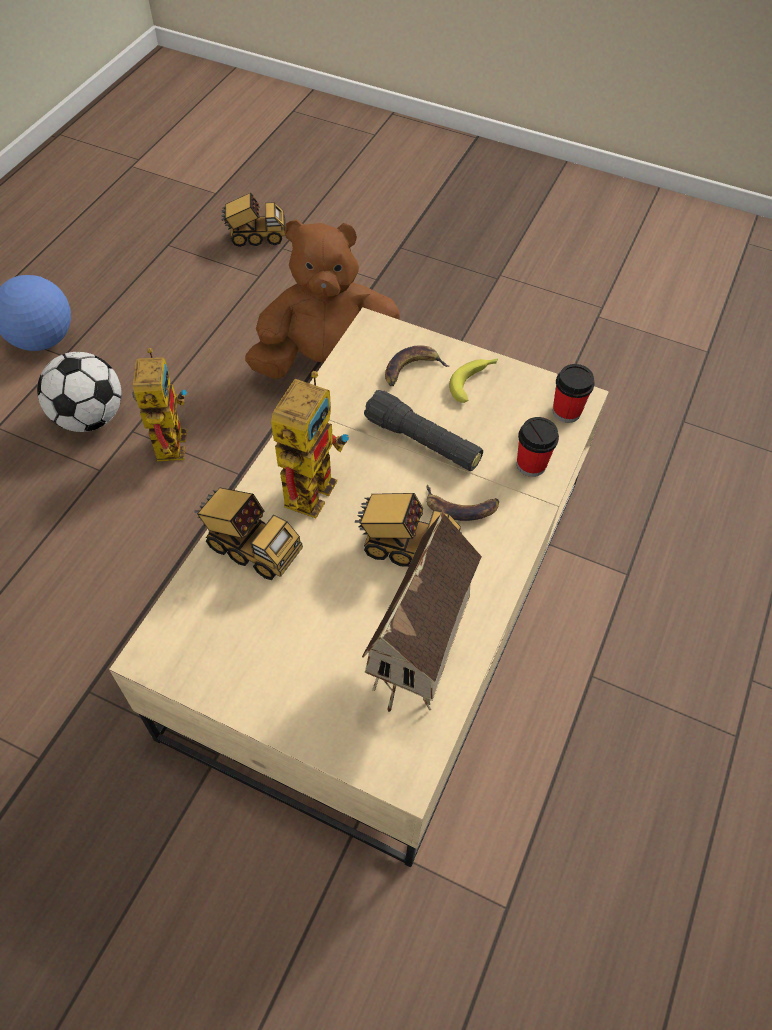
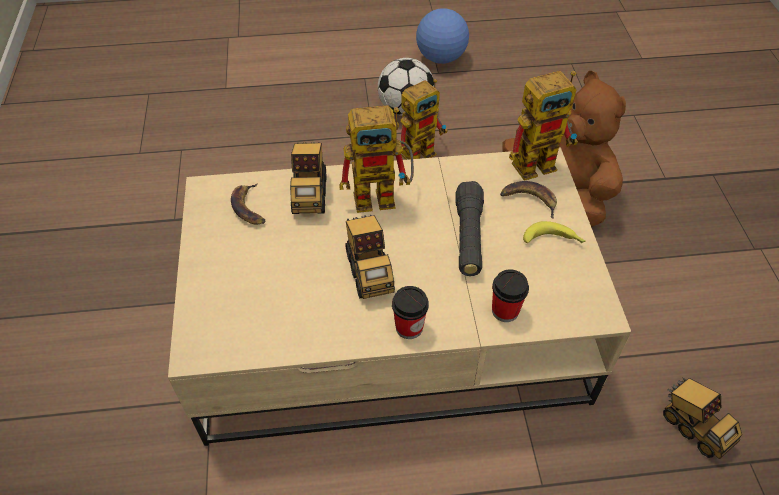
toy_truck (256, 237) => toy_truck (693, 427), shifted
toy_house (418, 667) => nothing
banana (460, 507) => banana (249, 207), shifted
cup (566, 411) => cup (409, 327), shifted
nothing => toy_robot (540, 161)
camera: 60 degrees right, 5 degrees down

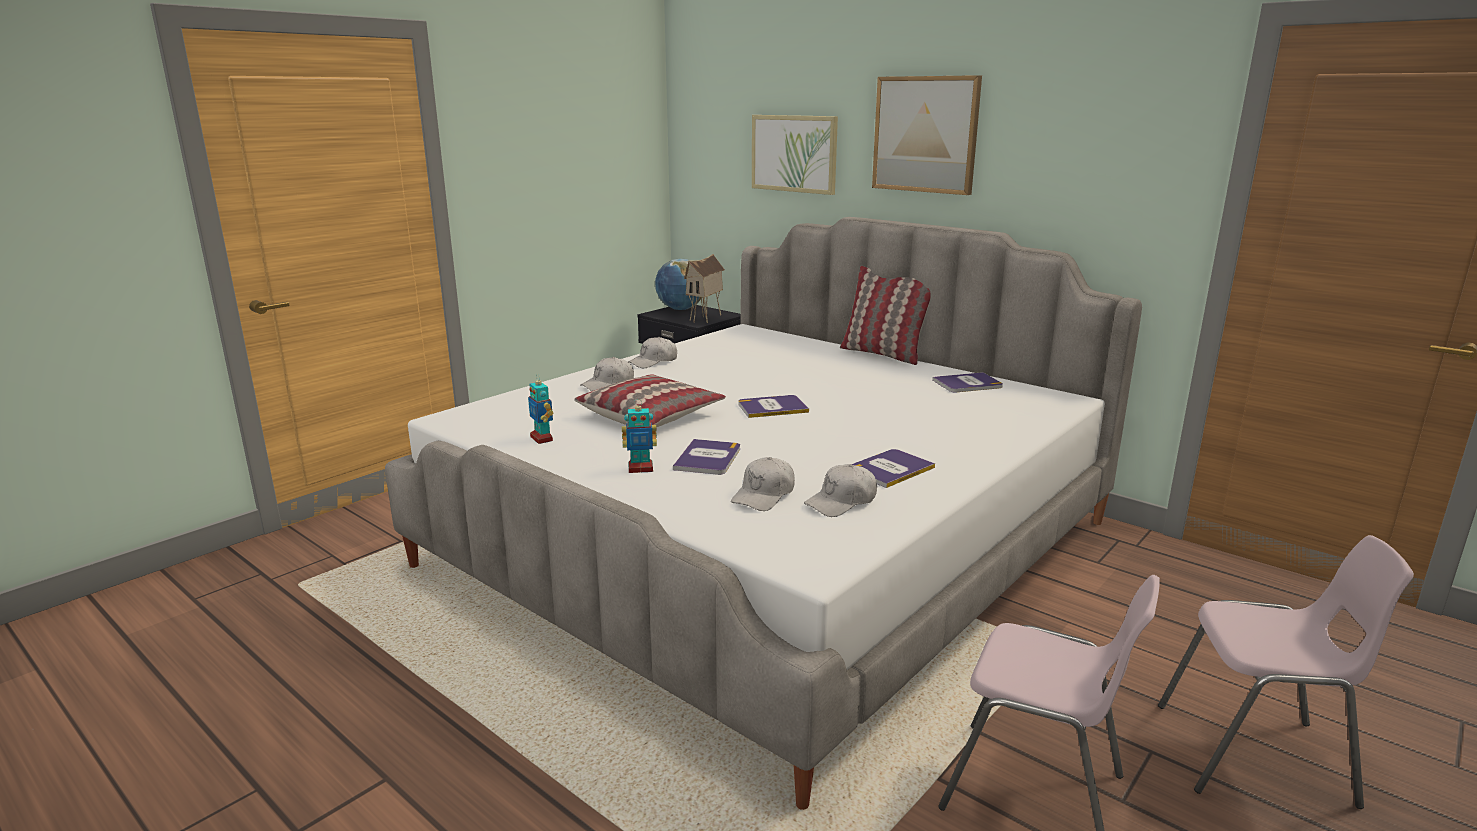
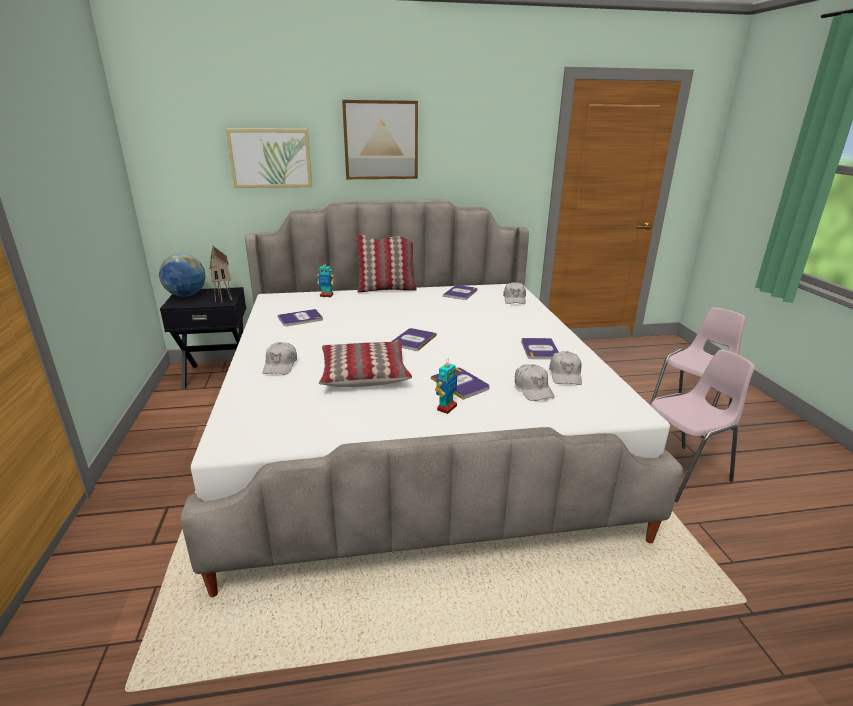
toy_robot (542, 439) => toy_robot (326, 295), shifted
white_cap (653, 362) => white_cap (514, 299), shifted
nothing => book (300, 318)
camera: 50 degrees left, 5 degrees up

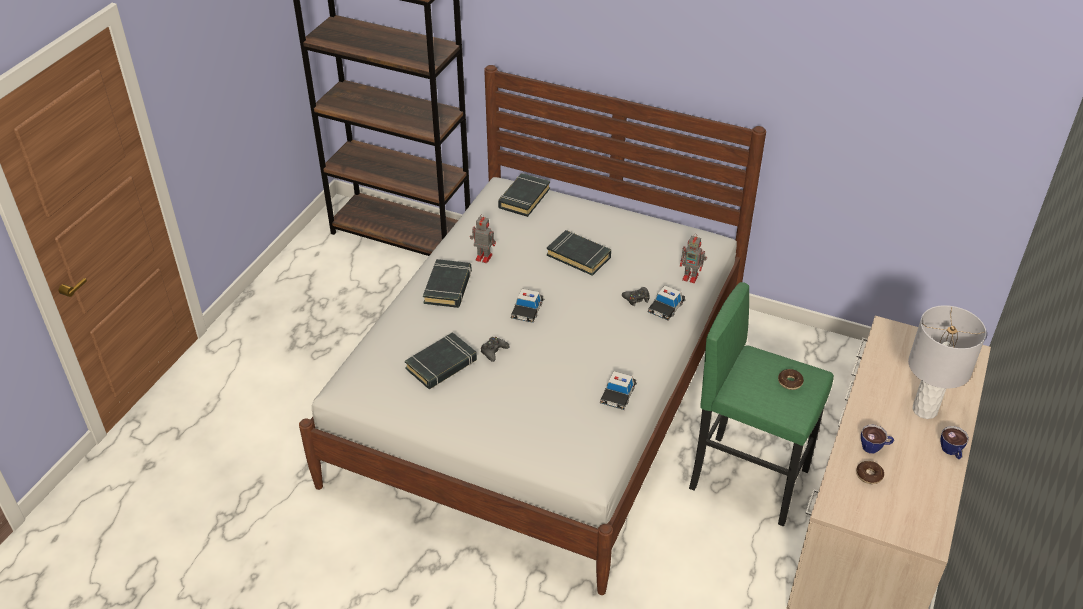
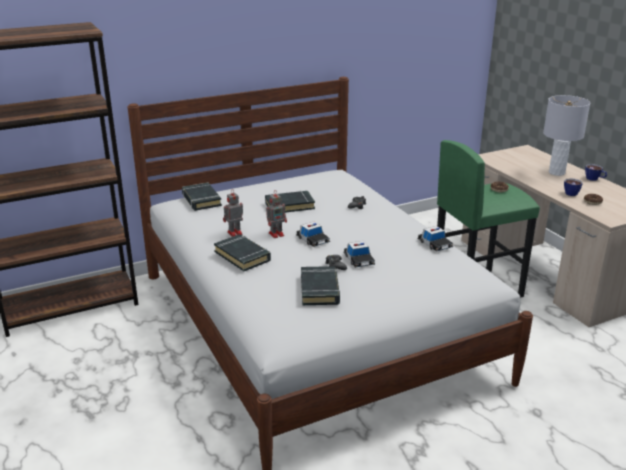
toy_car (666, 307) => toy_car (359, 259), shifted
toy_robot (691, 277) => toy_robot (277, 234), shifted
camera: 50 degrees left, 15 degrees down

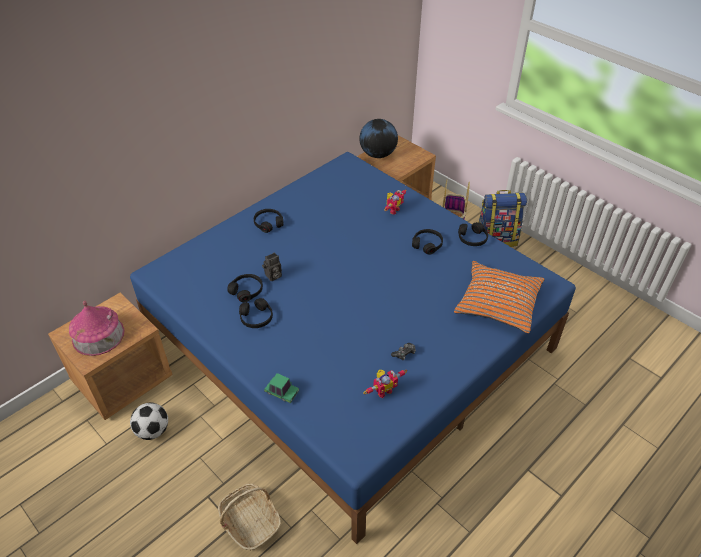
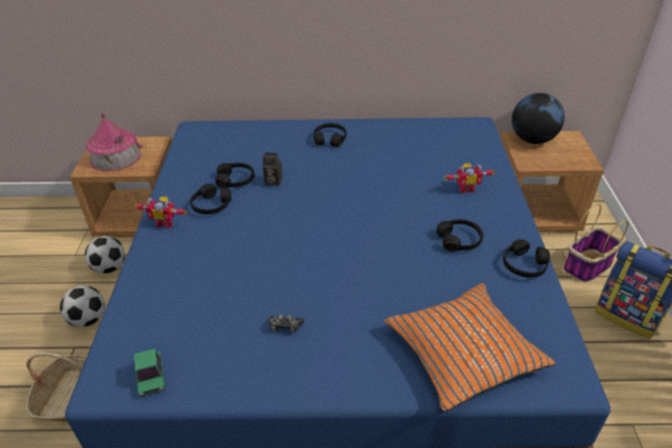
toy_car (281, 392) => toy_car (151, 377), shifted
toy_robot (383, 390) => toy_robot (165, 222), shifted
nothing => football (88, 319)
camera: 45 degrees right, 5 degrees down

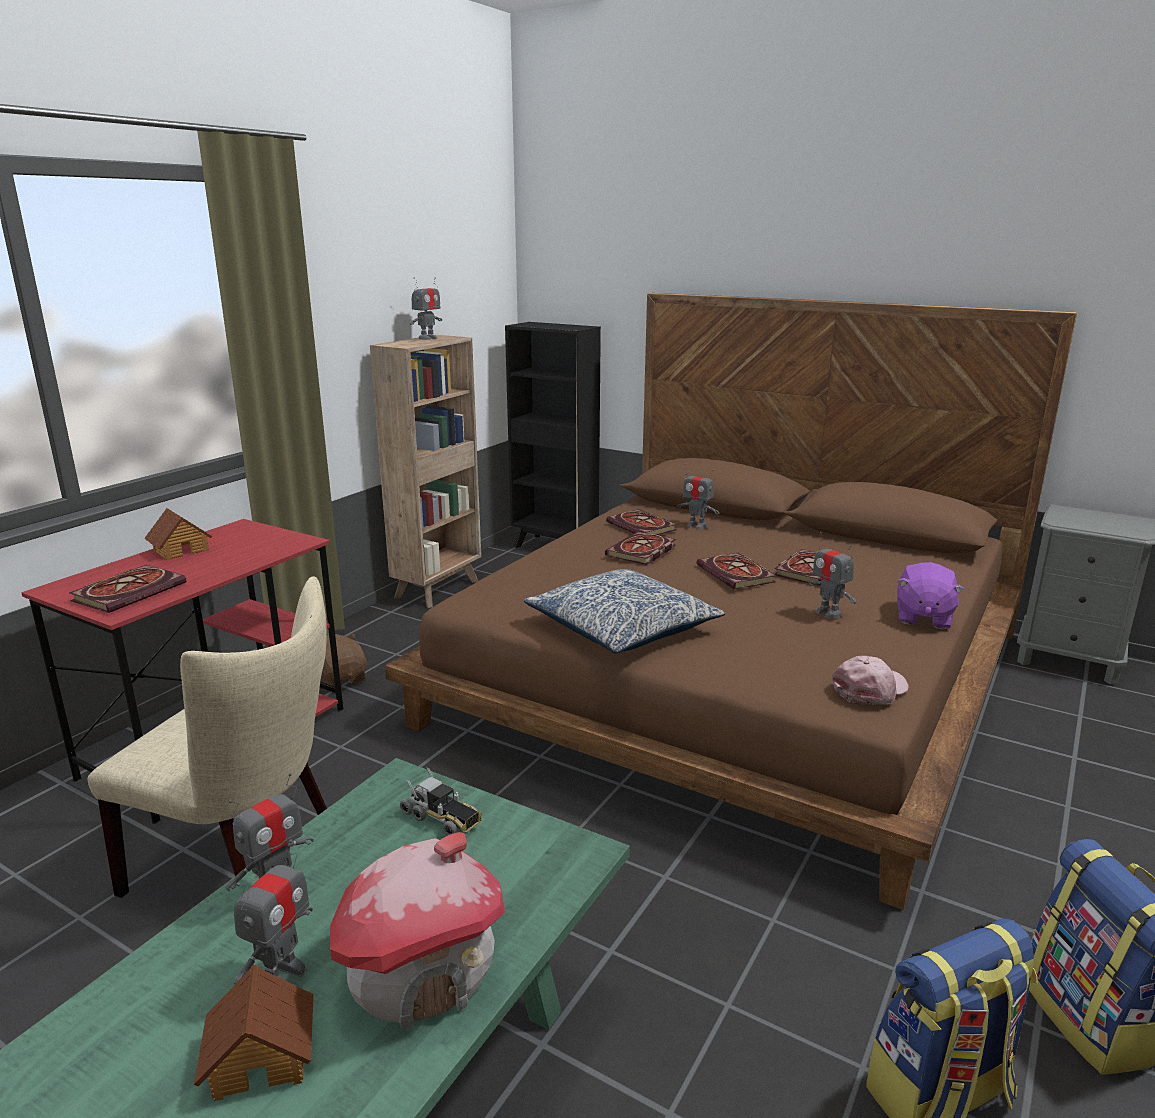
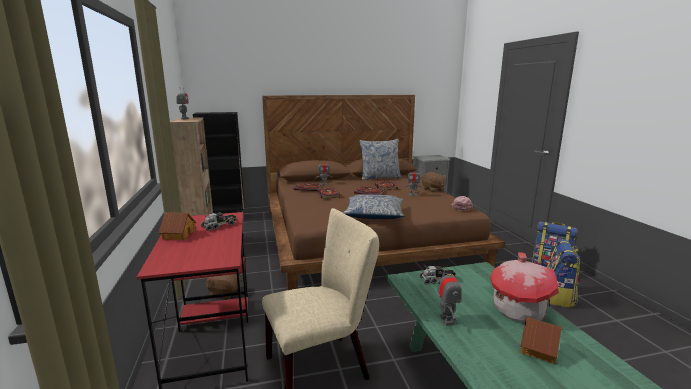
book (130, 591) => nothing
toy_robot (282, 975) => nothing
purple_plush_toy (923, 617) => brown_plush_toy (433, 190)
nothing => toy_truck (219, 226)
nothing => pillow (379, 178)
camera: 45 degrees left, 5 degrees down

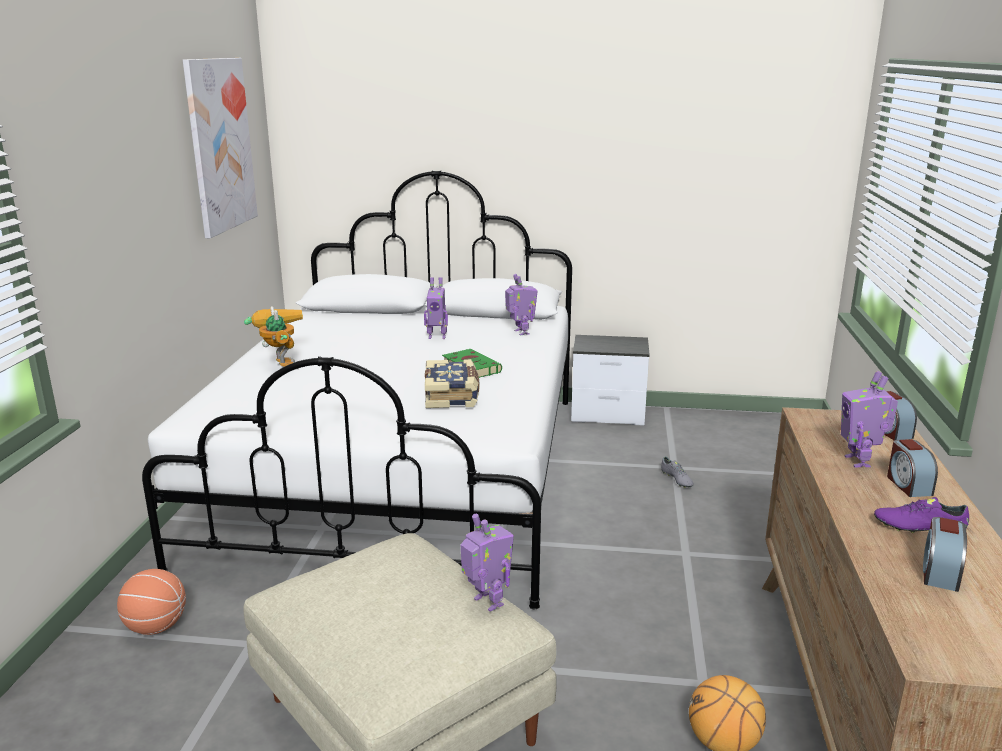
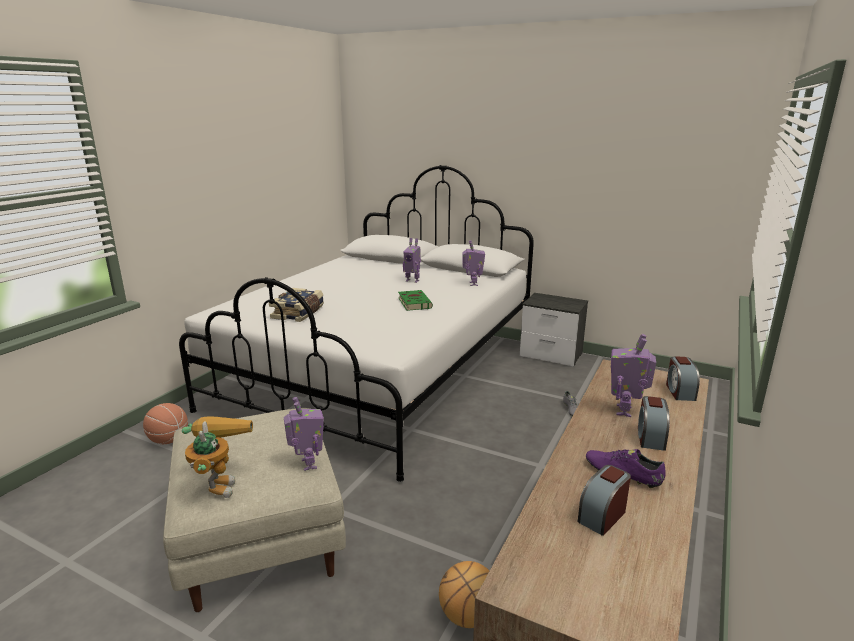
picture (219, 145) => nothing
toy_robot (279, 364) => toy_robot (219, 482), shifted
book (452, 396) => book (299, 313), shifted
camera: 20 degrees right, 0 degrees up

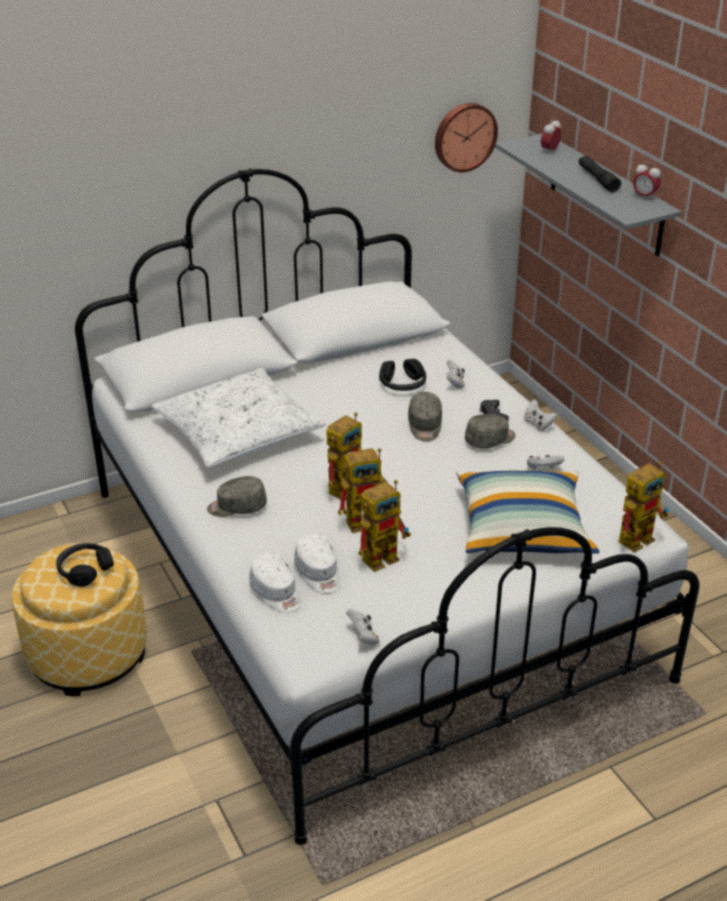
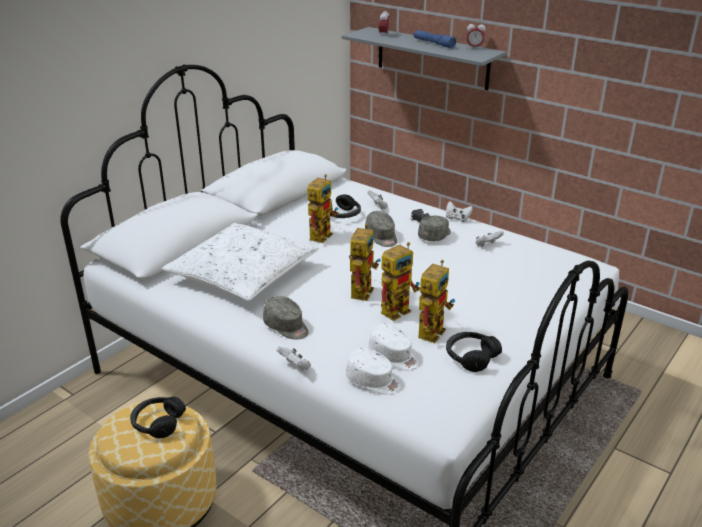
grey_cap (237, 507) => grey_cap (286, 327), 105 degrees counterclockwise
white_game_controller (363, 637) => white_game_controller (295, 366), shifted
wall_clock (464, 136) => nothing
pillow (522, 529) => nothing
black_flashlight (597, 179) => blue_flashlight (433, 43)
toy_robot (639, 536) => toy_robot (321, 234), shifted
nothing => black_headphones (471, 357)
camera: 25 degrees left, 5 degrees down

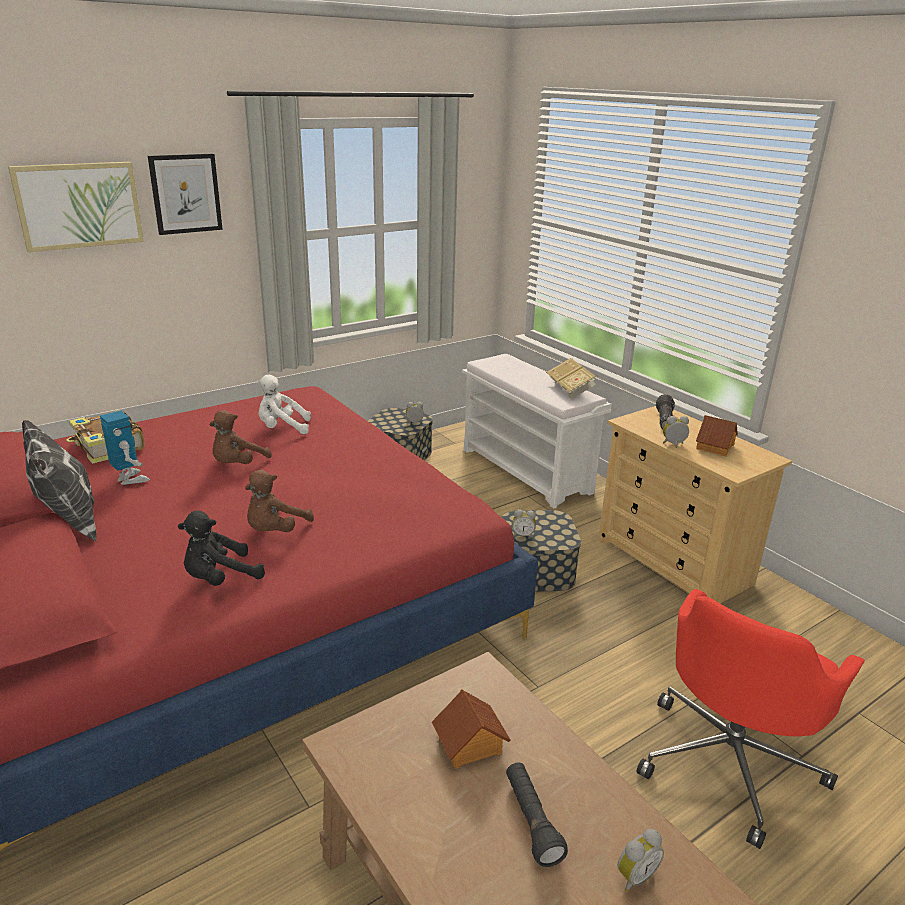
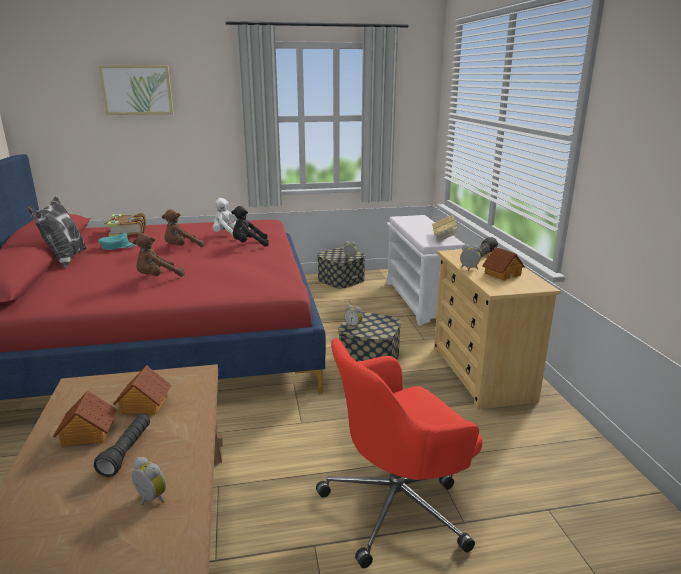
toy_robot (130, 479) => turquoise_cap (118, 246)
picture (186, 194) => nothing
black_plush_toy (220, 578) => black_plush_toy (249, 245), shifted
alarm_clock (634, 875) => alarm_clock (149, 499), 135 degrees counterclockwise
nothing => toy_house (87, 434)
camera: 25 degrees right, 5 degrees down

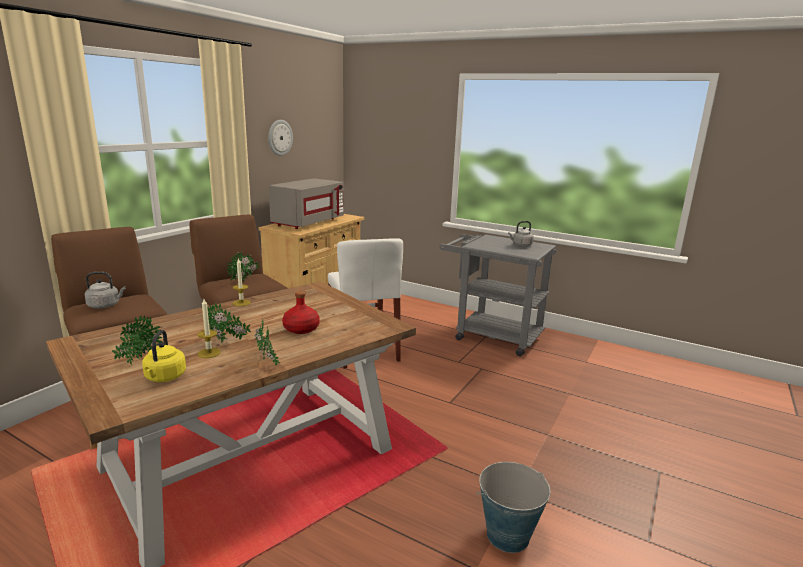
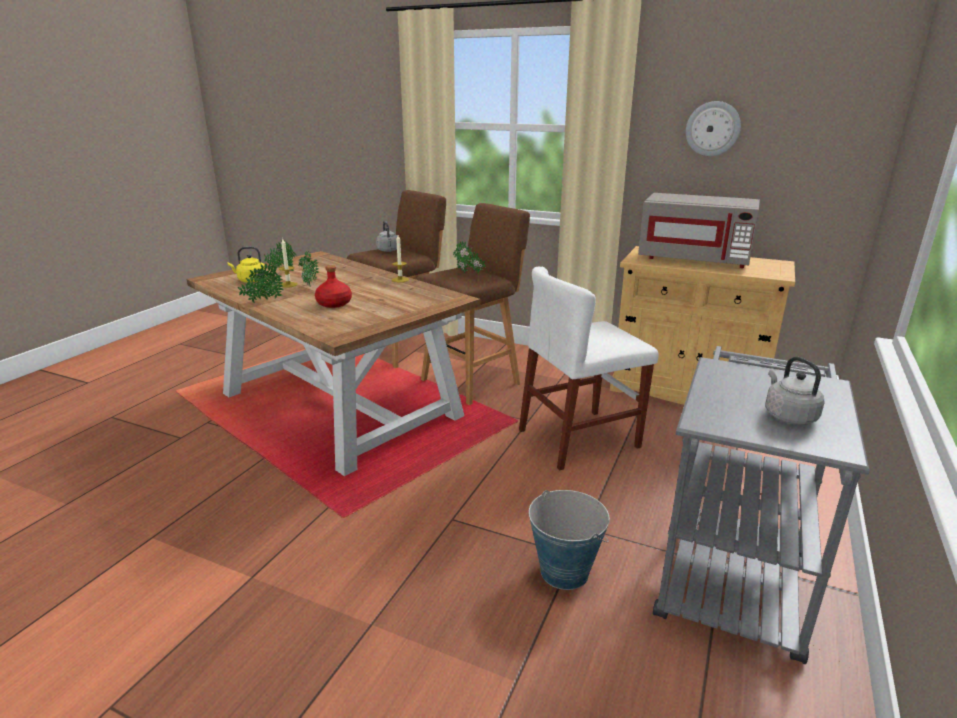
bucket (507, 535) => bucket (564, 571), shifted
camera: 85 degrees right, 5 degrees up

